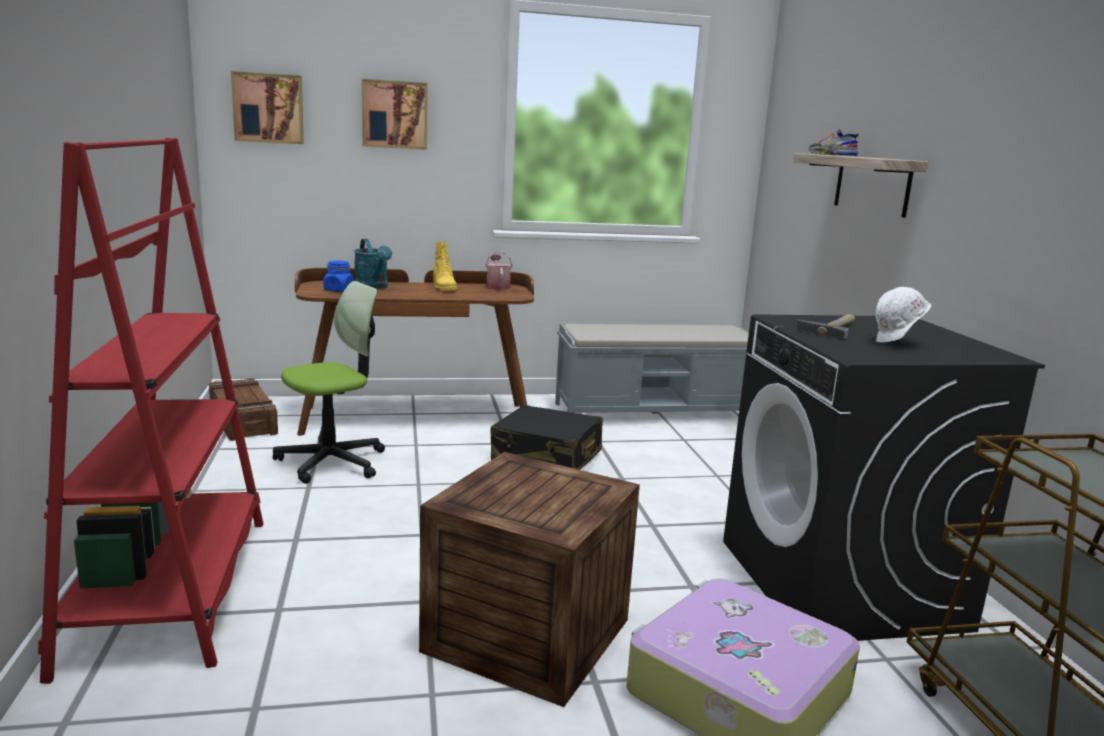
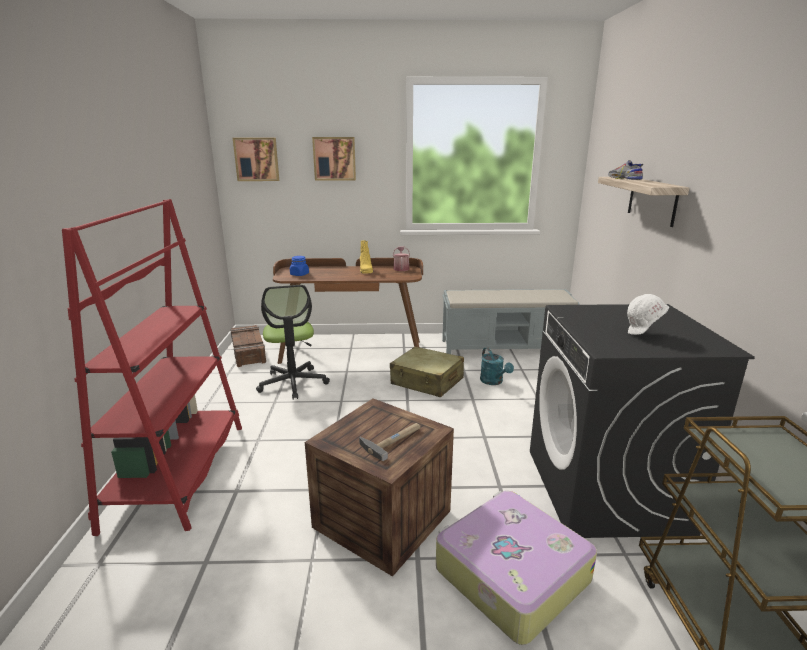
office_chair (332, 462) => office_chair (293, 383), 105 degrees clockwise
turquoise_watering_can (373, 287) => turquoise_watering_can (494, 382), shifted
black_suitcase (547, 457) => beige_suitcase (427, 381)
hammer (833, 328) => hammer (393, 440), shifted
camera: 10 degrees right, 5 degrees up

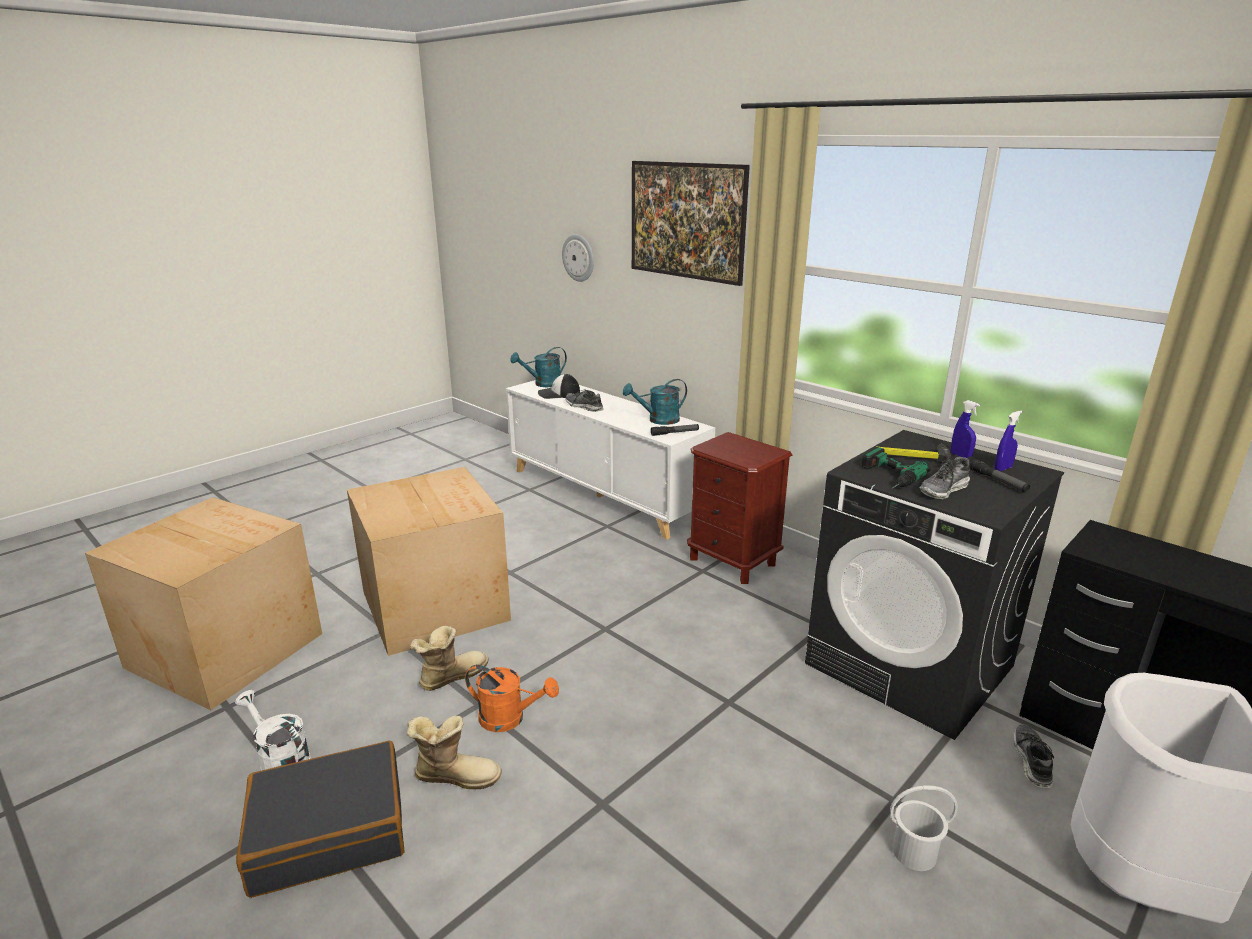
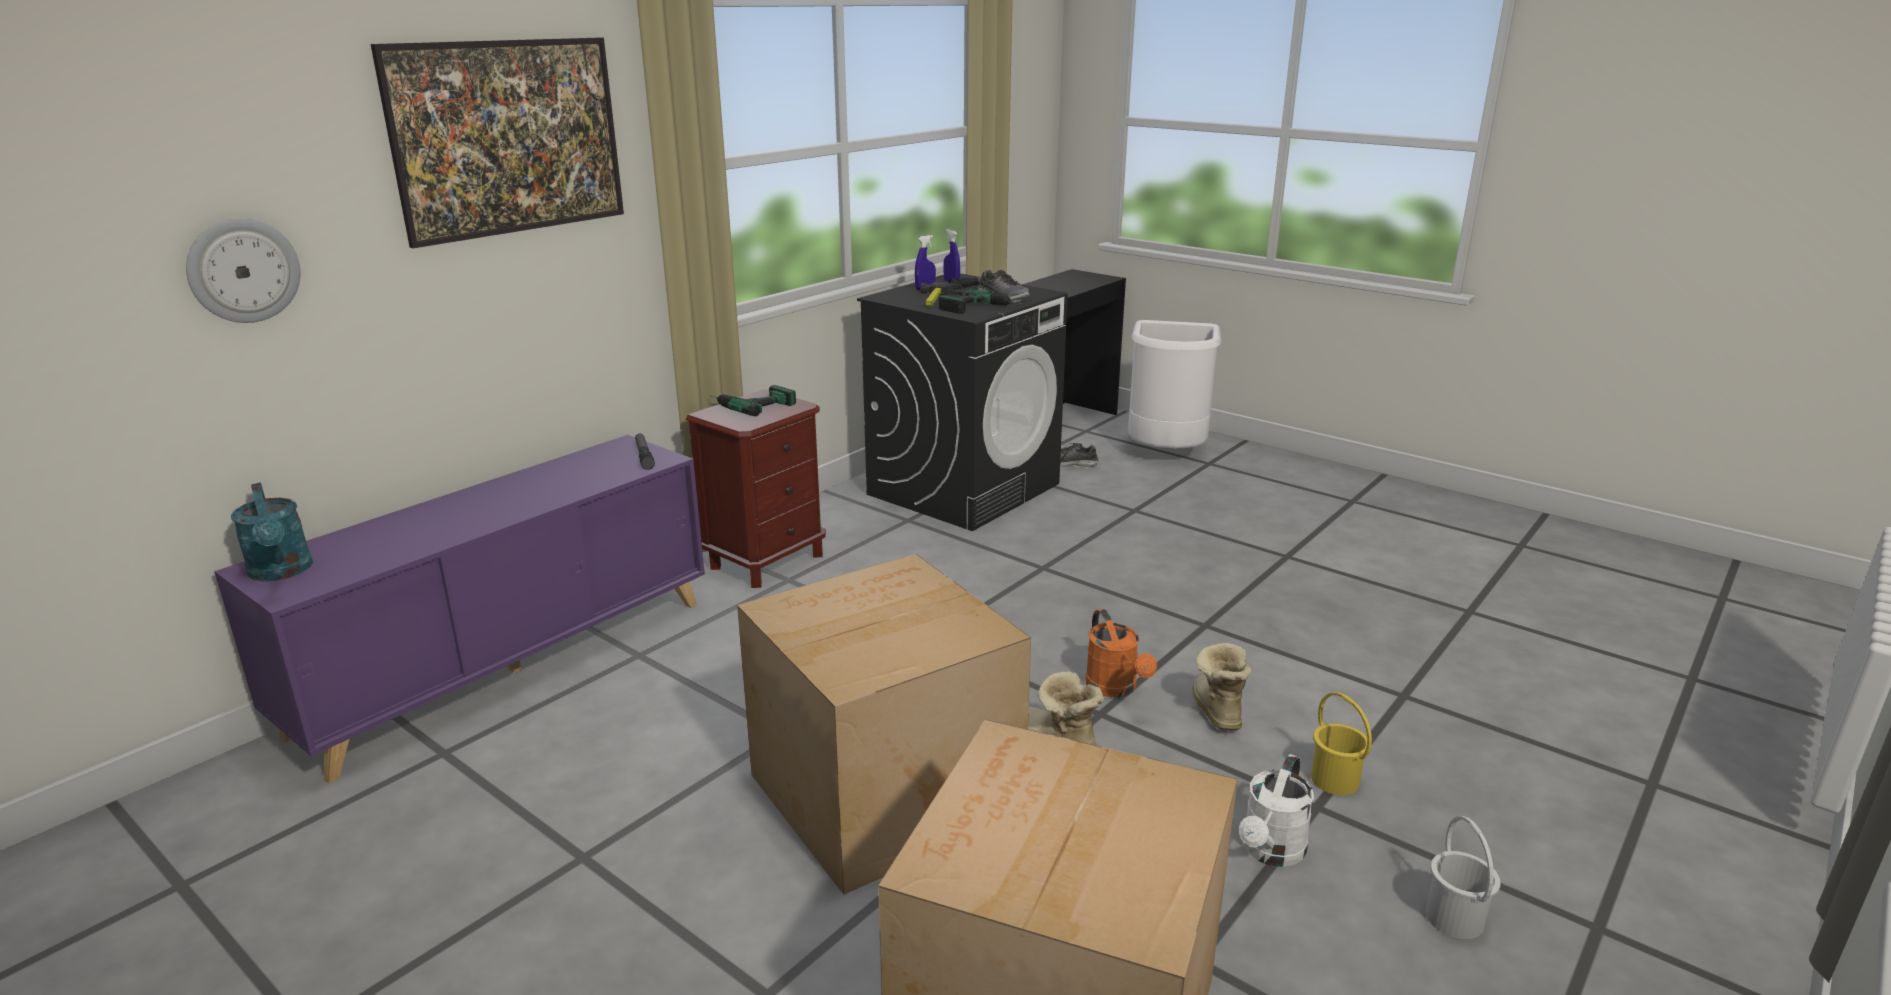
black_suitcase (329, 831) => yellow_bucket (1335, 780)
orange_watering_can (509, 718) => orange_watering_can (1116, 688), 150 degrees clockwise
white_cabinet (604, 494) => purple_cabinet (510, 665)
cap (558, 394) => nothing
shoe (584, 407) => nothing
turquoise_watering_can (658, 420) => nothing
white_bucket (915, 853) => white_bucket (1455, 918), shifted
nothing => power_drill (750, 404)
camera: 95 degrees left, 0 degrees up

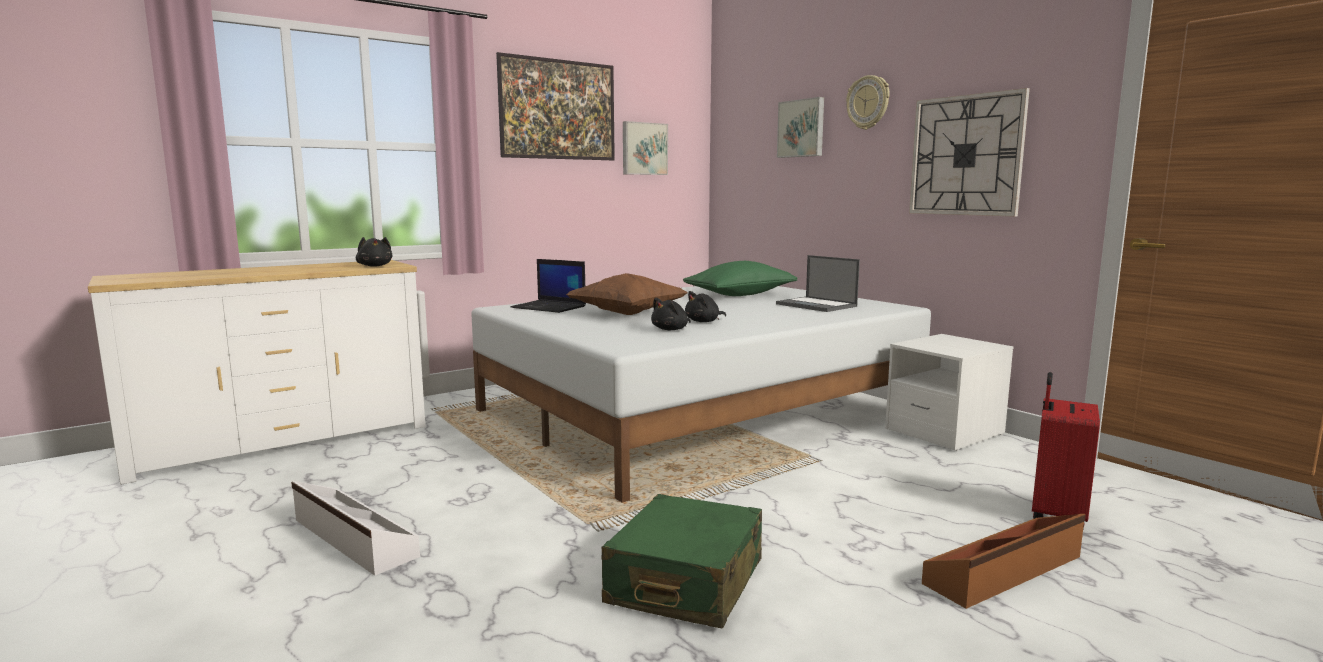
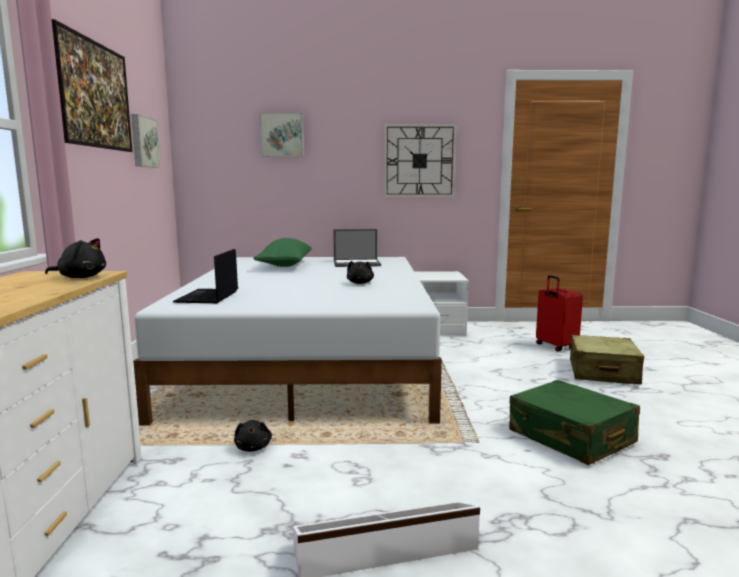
laptop (550, 307) => laptop (208, 297), 120 degrees clockwise
brown_pillow (627, 314) => nothing
black_plush_toy (671, 329) => black_plush_toy (253, 447), shifted
wall_clock (868, 102) => nothing
brown_storage_box (1005, 571) => beige_suitcase (602, 372)
camera: 55 degrees left, 0 degrees up

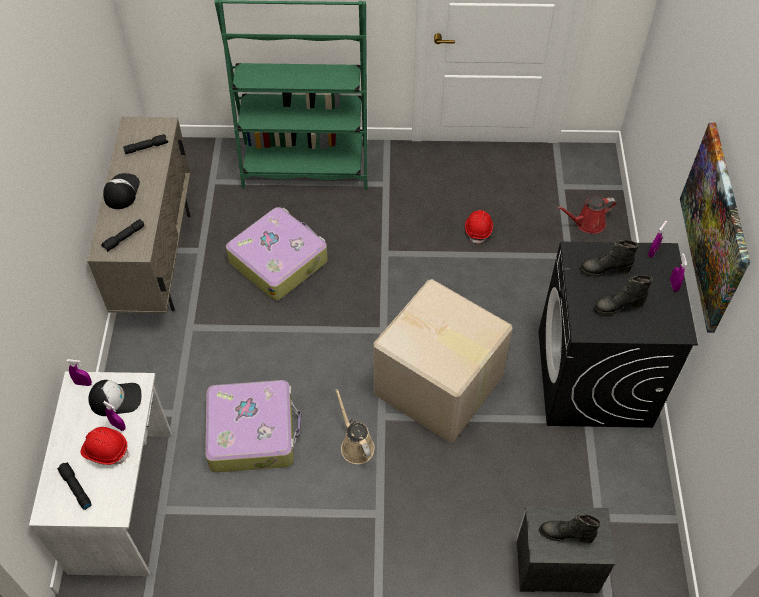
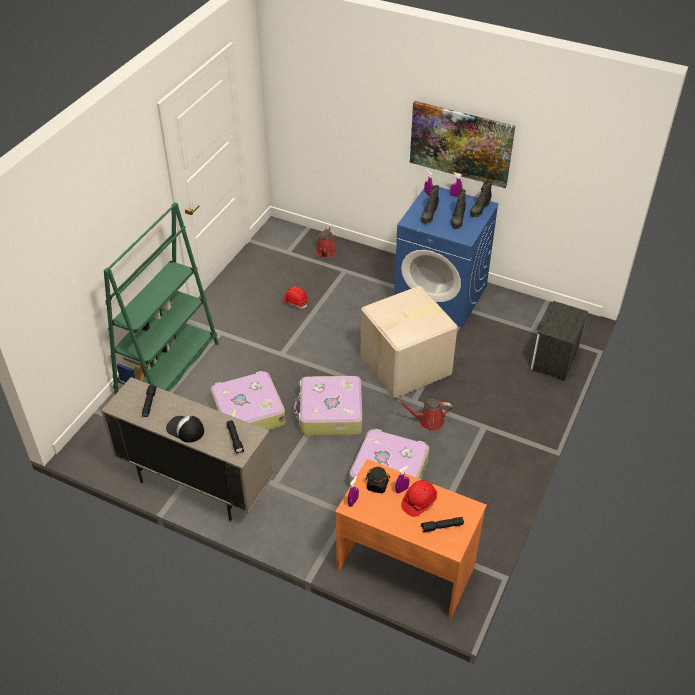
white_desk (124, 500) => orange_desk (406, 566)
cap (116, 398) => black_jar (377, 485)
beige_watering_can (355, 445) => red_watering_can (428, 421)
black_washing_machine (594, 379) => blue_washing_machine (441, 295)
black_boot (566, 534) => black_boot (479, 210), shifted
nothing => suitcase (330, 413)
camera: 65 degrees left, 10 degrees down

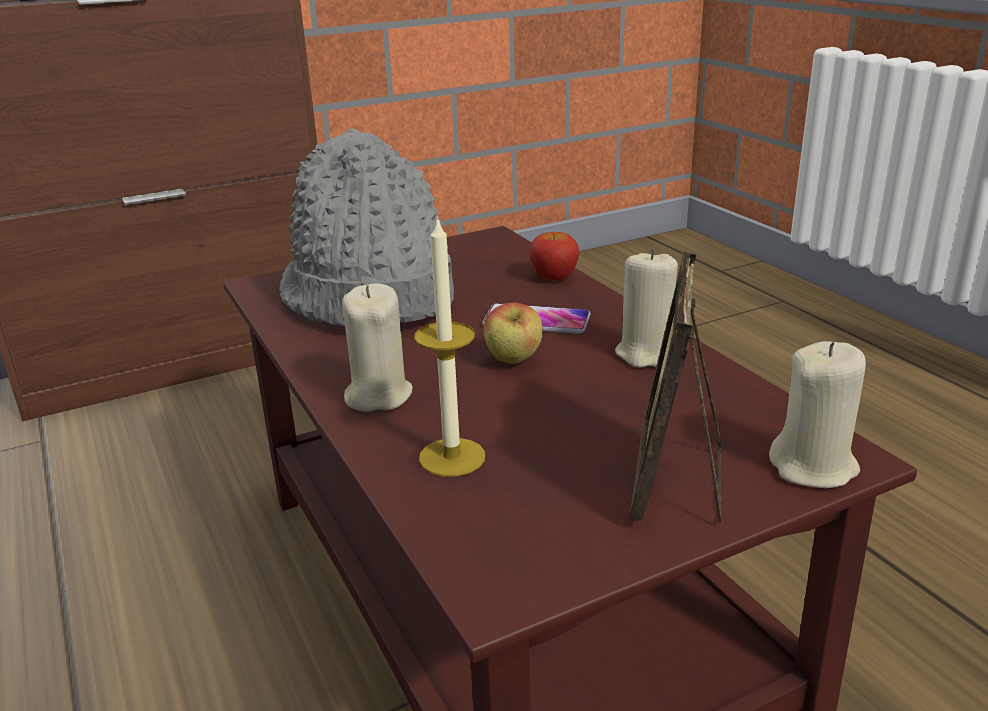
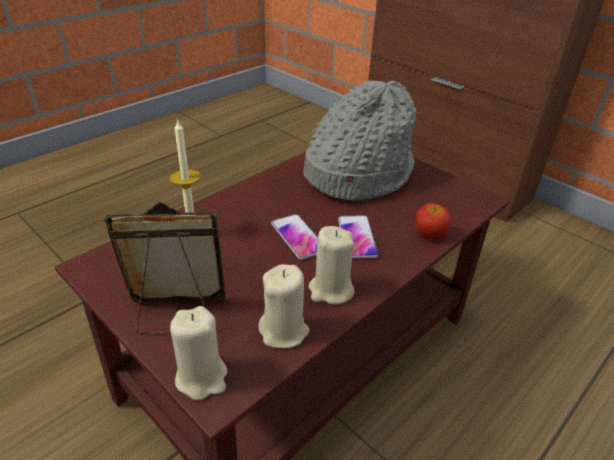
beige_candle (378, 395) => beige_candle (284, 331), shifted
apple (513, 362) => phone (298, 237)
camera: 70 degrees right, 10 degrees up

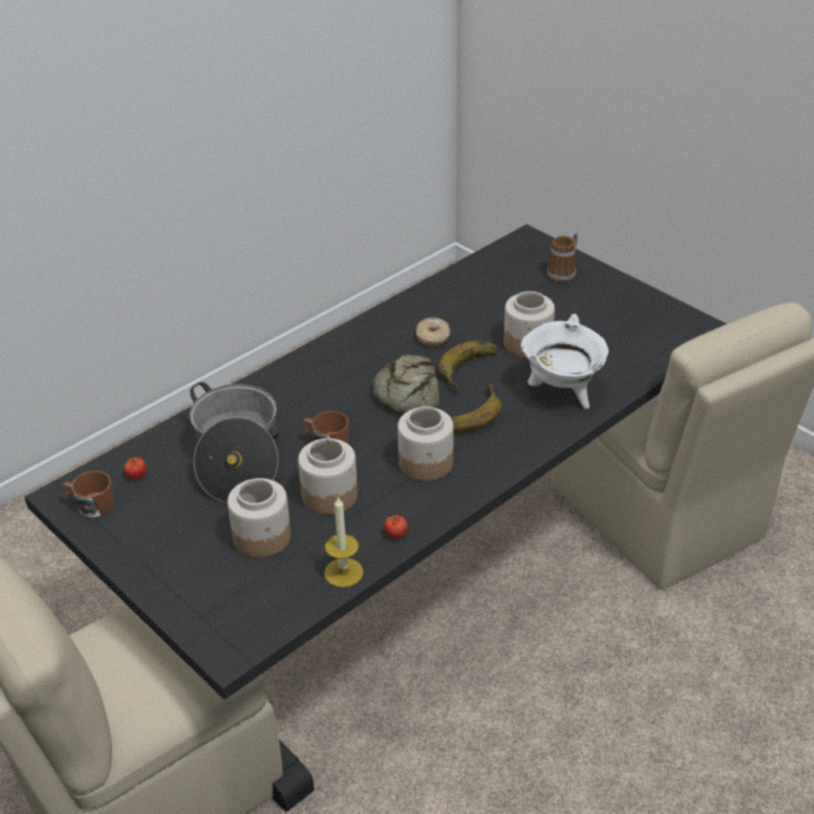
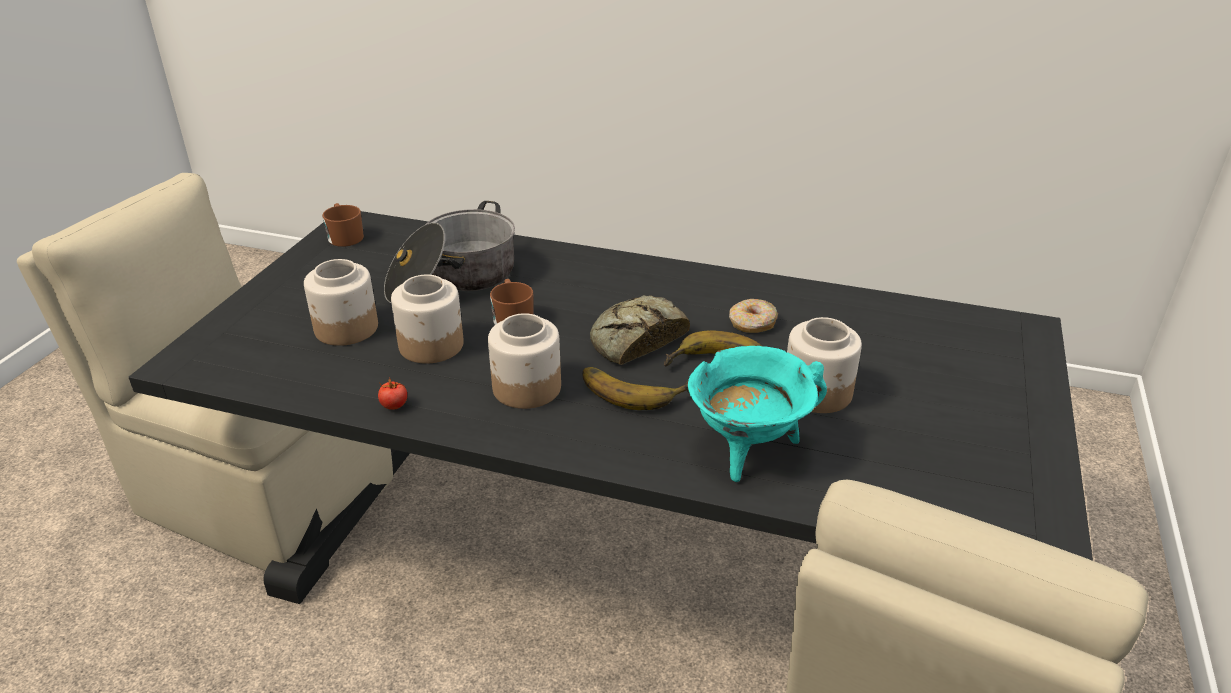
tomato (136, 476) => nothing
candle (343, 572) => nothing
white_cooking_pot (562, 393) => turquoise_cooking_pot (747, 450)
mug (564, 272) => nothing
camera: 60 degrees right, 5 degrees down

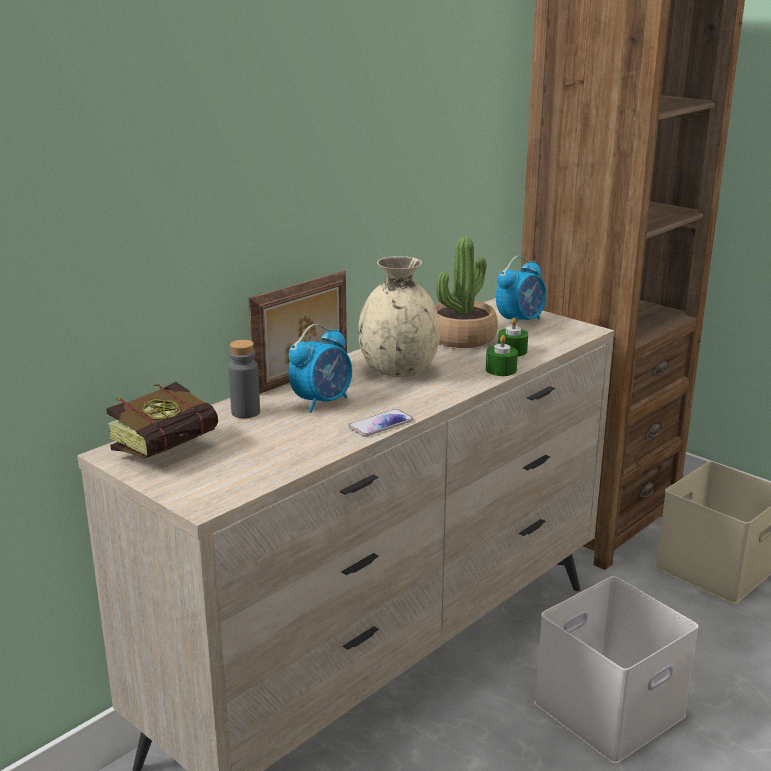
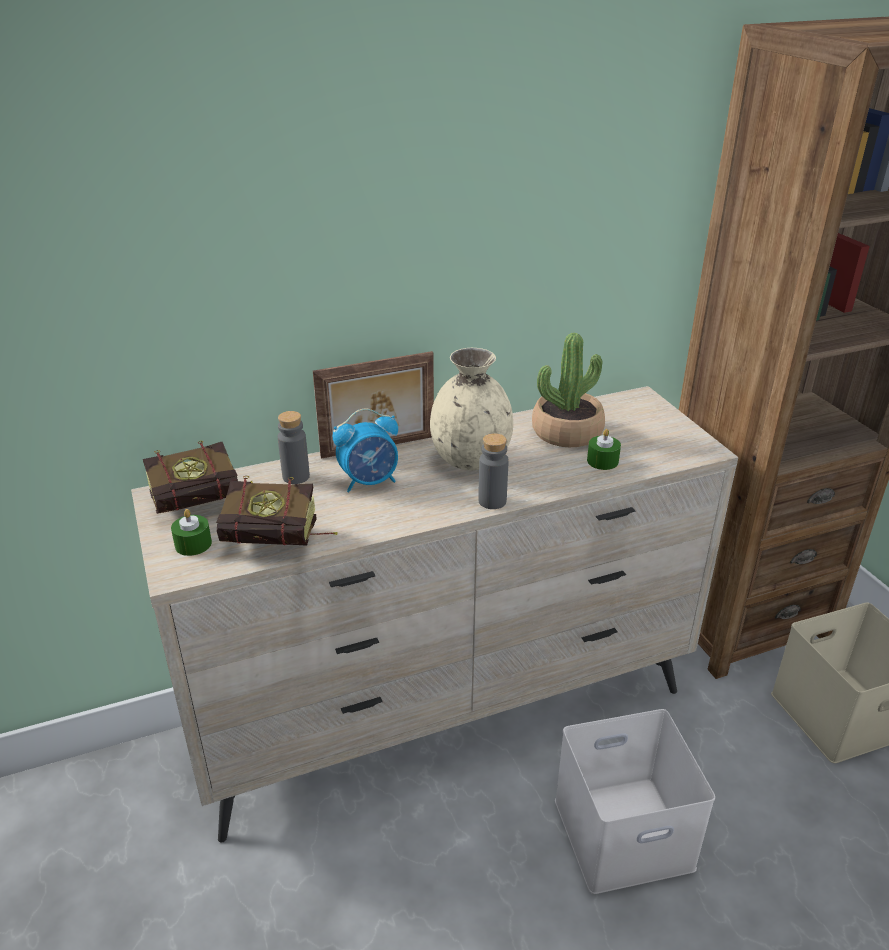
phone (381, 424) => nothing
green_candle (501, 370) => green_candle (193, 544), shifted
alarm_clock (520, 321) => nothing
nothing => book (281, 541)
nothing => grey_bottle (492, 501)
camera: 25 degrees right, 10 degrees up

